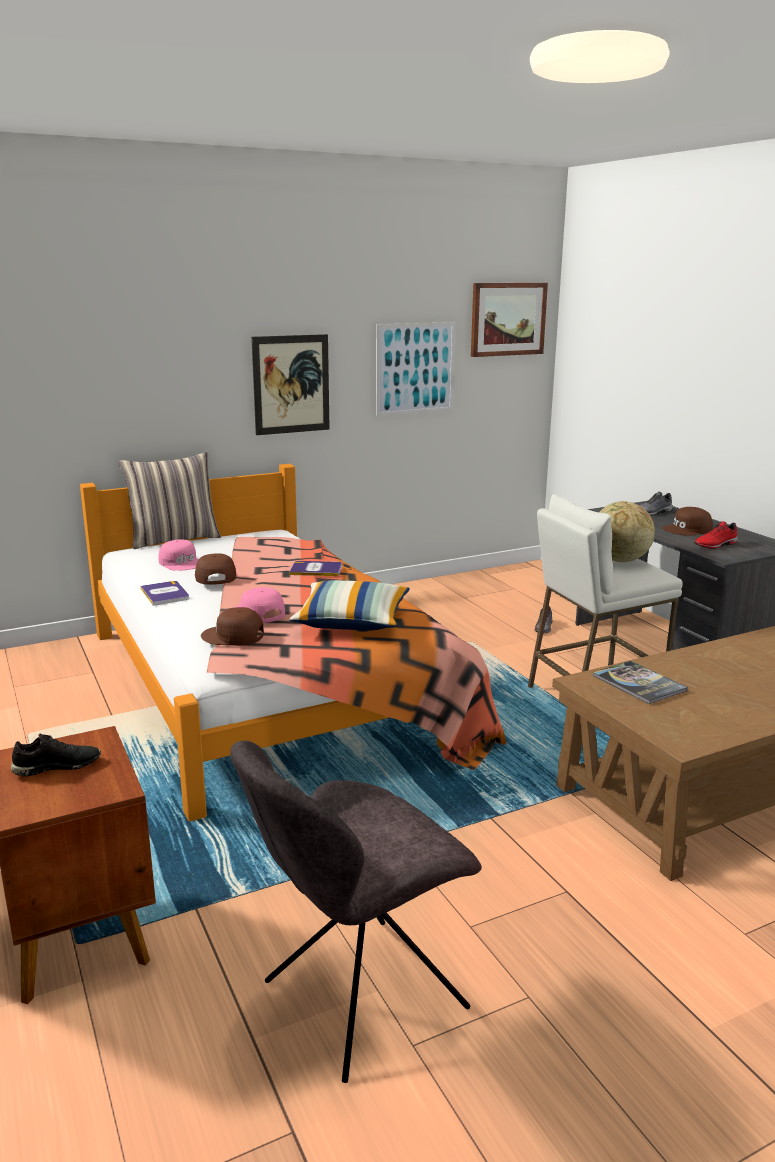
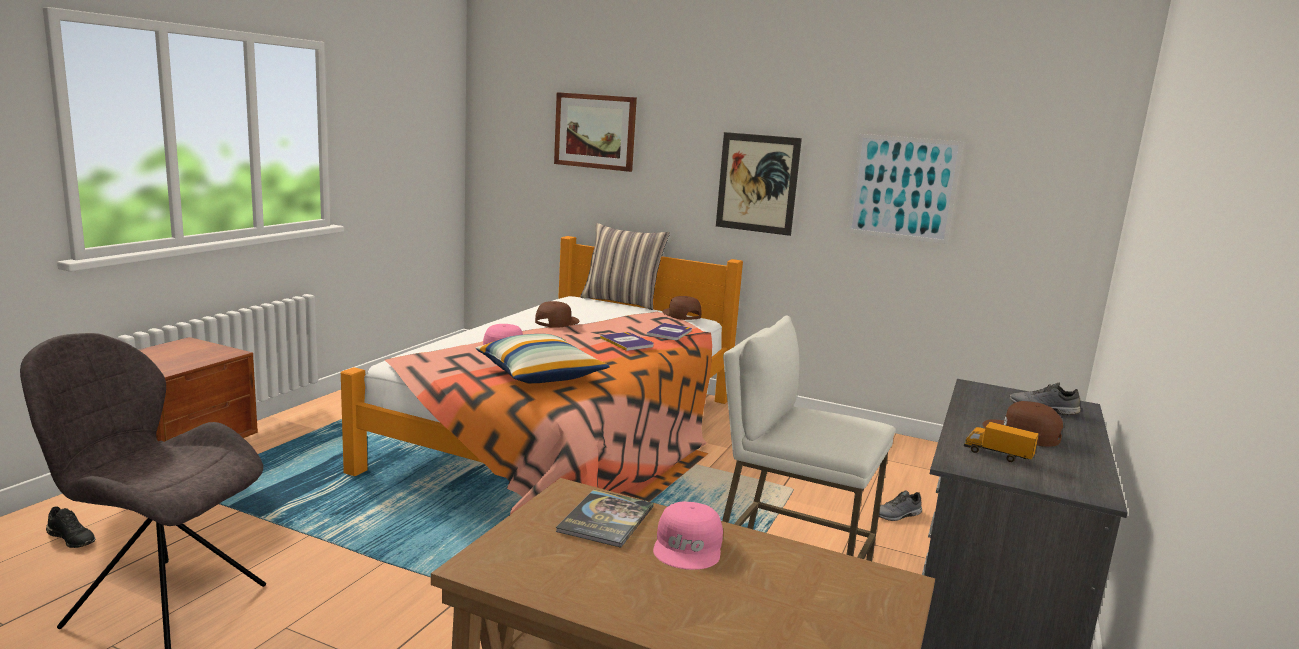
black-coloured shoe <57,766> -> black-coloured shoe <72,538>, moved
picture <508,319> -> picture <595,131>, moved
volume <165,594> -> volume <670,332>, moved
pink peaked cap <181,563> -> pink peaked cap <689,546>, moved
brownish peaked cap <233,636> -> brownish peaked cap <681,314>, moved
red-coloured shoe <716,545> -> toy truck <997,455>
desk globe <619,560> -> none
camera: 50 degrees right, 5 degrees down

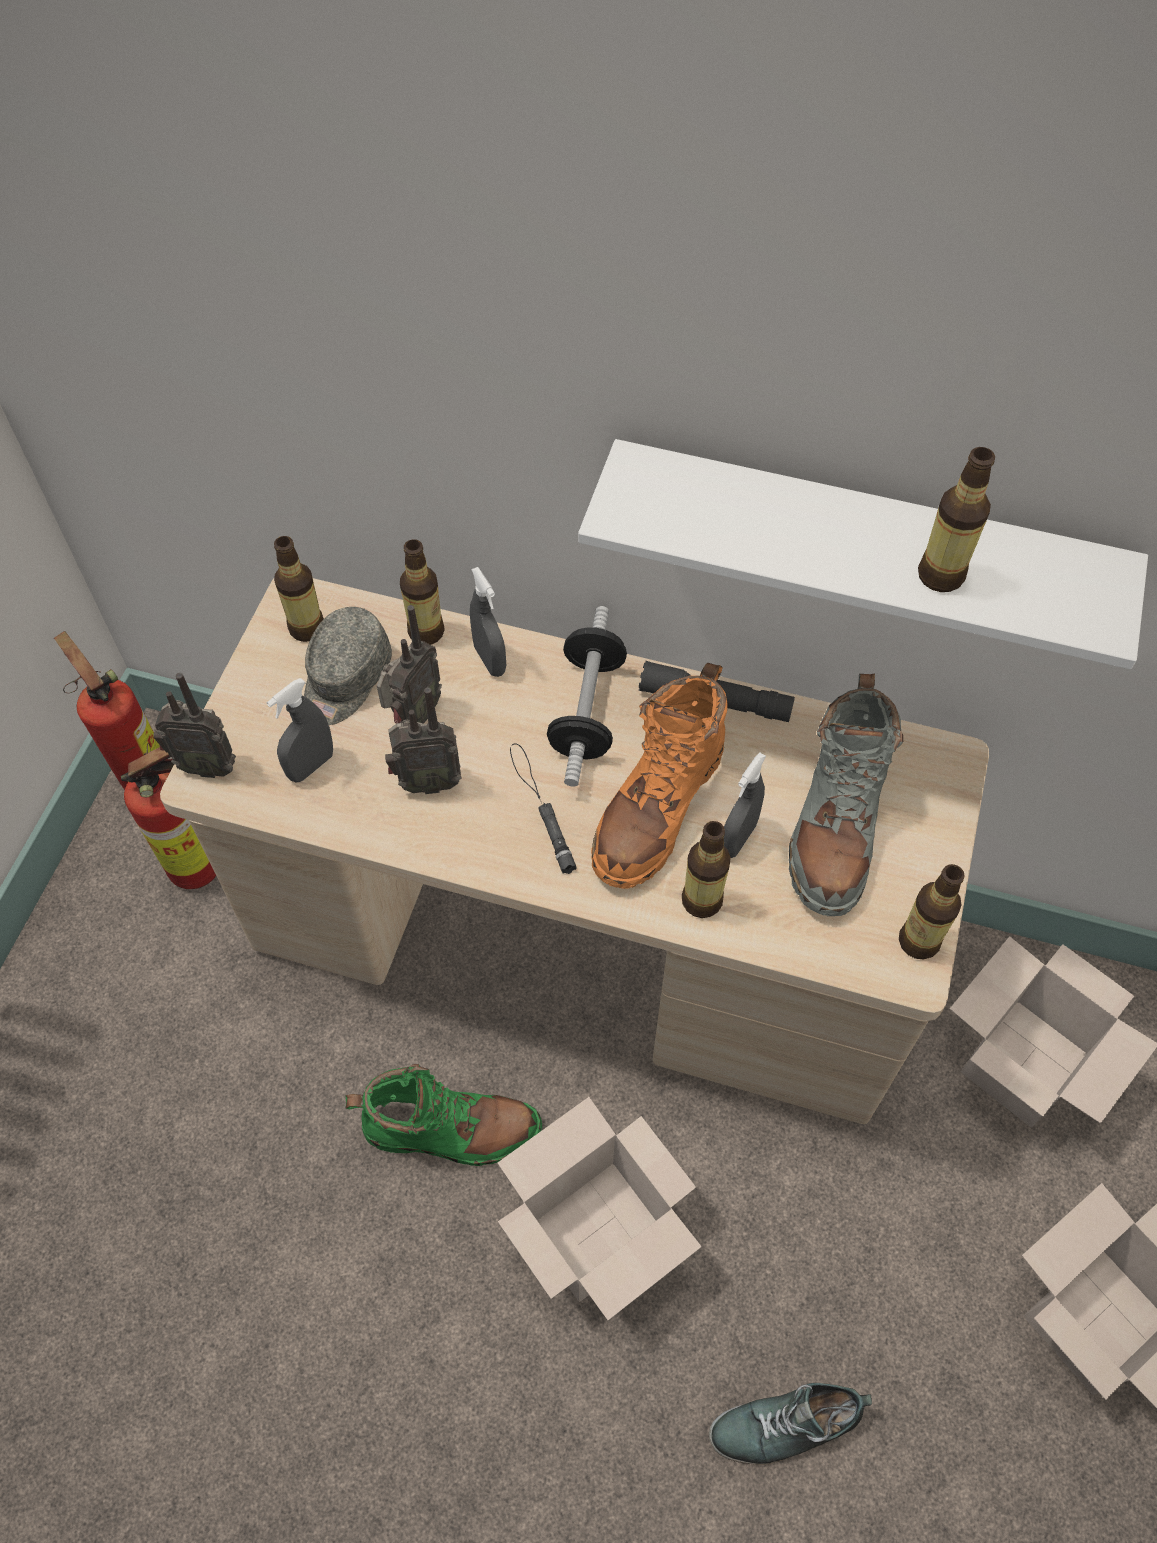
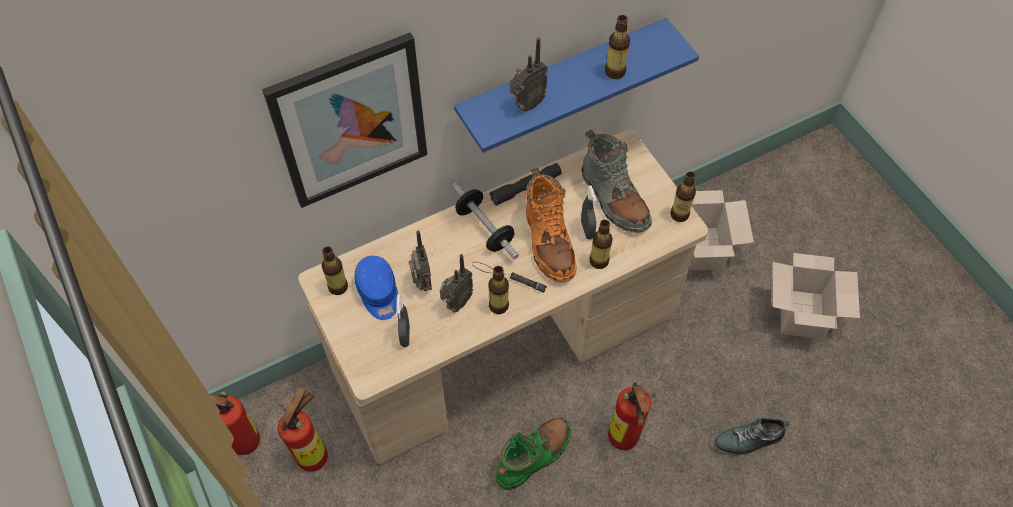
none -> picture <350,122>
gray peaked cap <345,679> -> bluish peaked cap <378,293>
white shelf <860,545> -> bluish shelf <561,83>
drink bottle <426,631> -> drink bottle <498,305>, moved
radio receiver <207,764> -> radio receiver <526,105>, moved
cardboard box <595,1234> -> fire-fighting cylinder <623,441>
shoe <786,1426> -> shoe <748,440>, 45 degrees clockwise
gray sprayer <490,660> -> none
camera: 45 degrees left, 0 degrees up

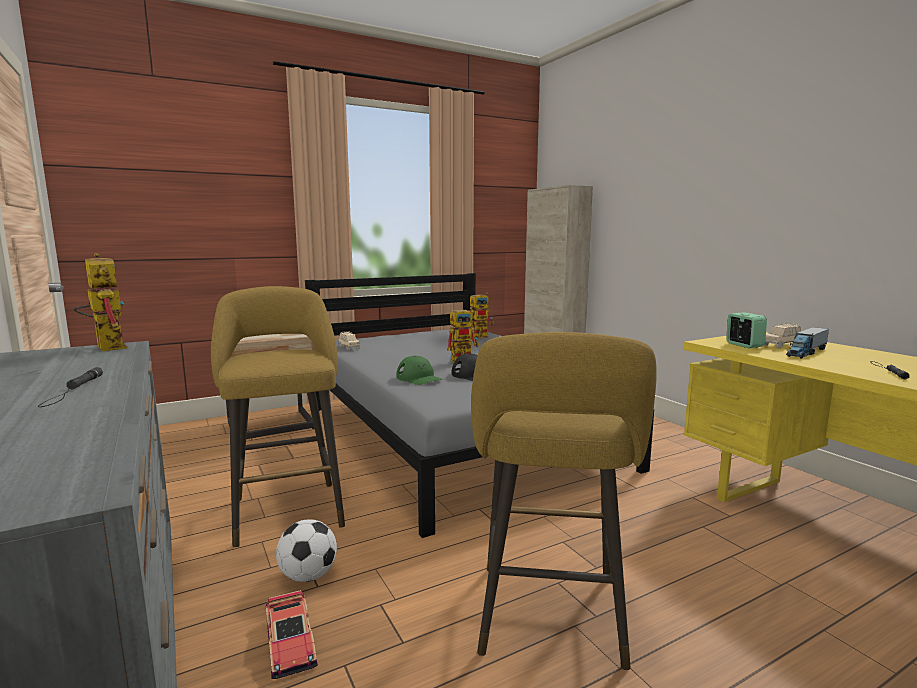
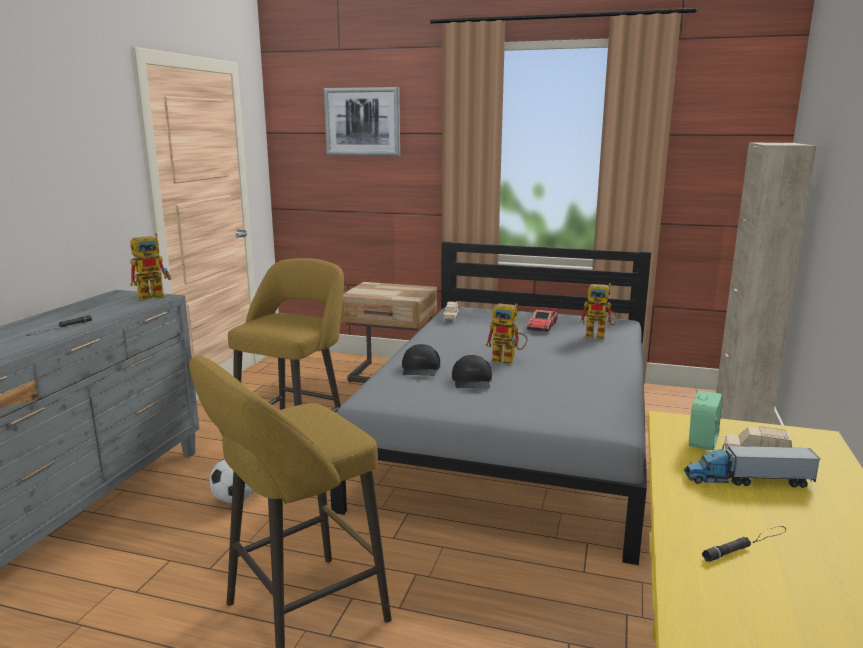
robot figure <106,346> -> robot figure <156,296>, 45 degrees clockwise
none -> picture <362,121>
green peaked cap <419,378> -> black-coloured peaked cap <420,368>
model car <290,643> -> model car <542,326>, moved
camera: 45 degrees right, 5 degrees up

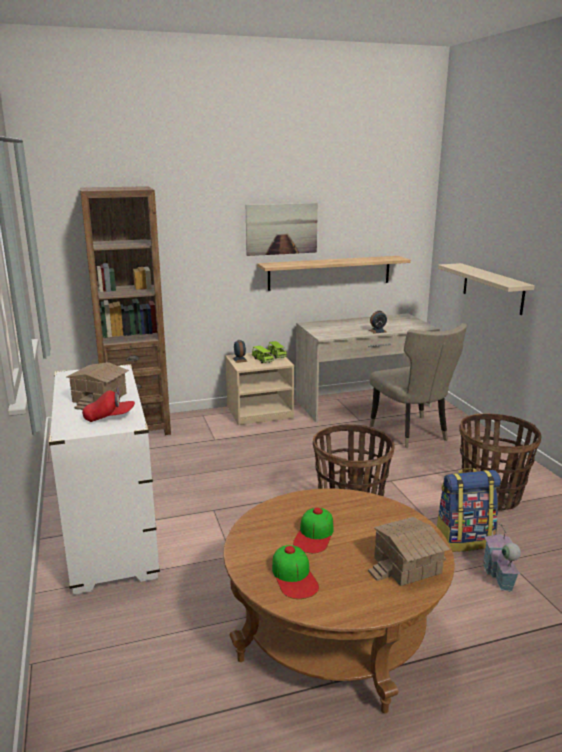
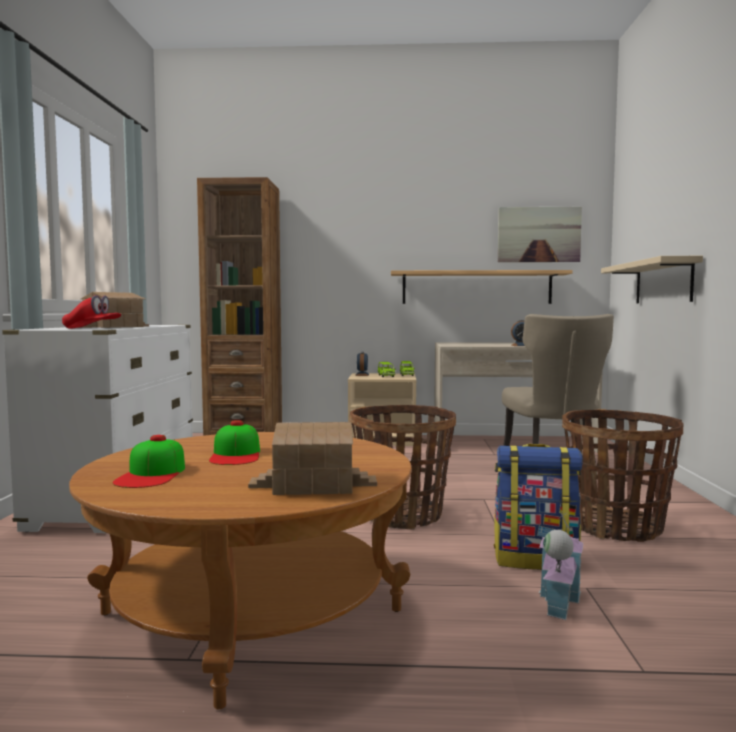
peaked cap <314,535> -> peaked cap <236,454>, 45 degrees counterclockwise
picture <281,229> -> picture <539,234>, moved
camera: 20 degrees right, 15 degrees down

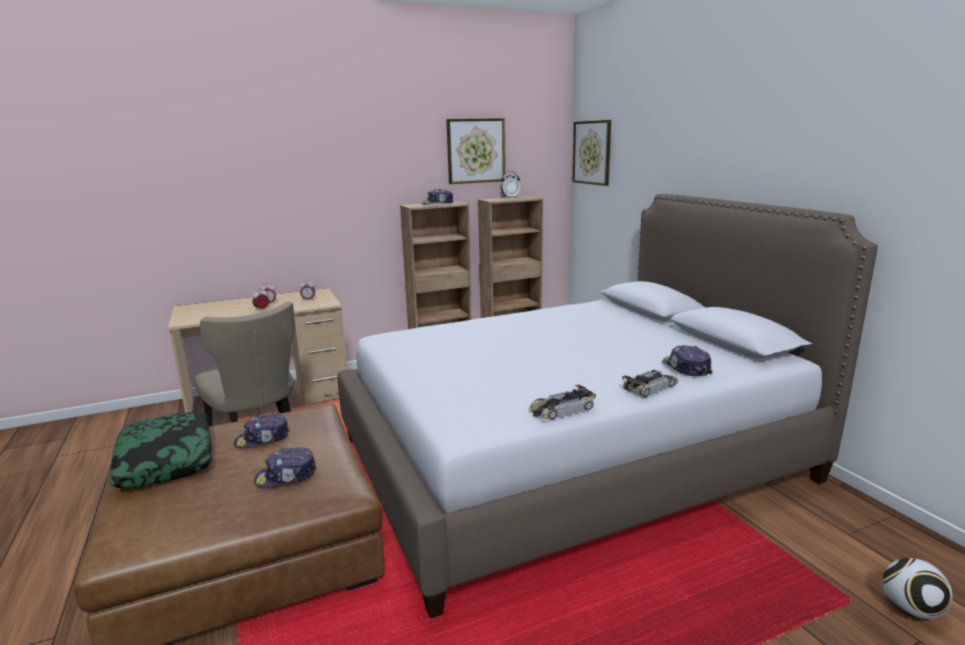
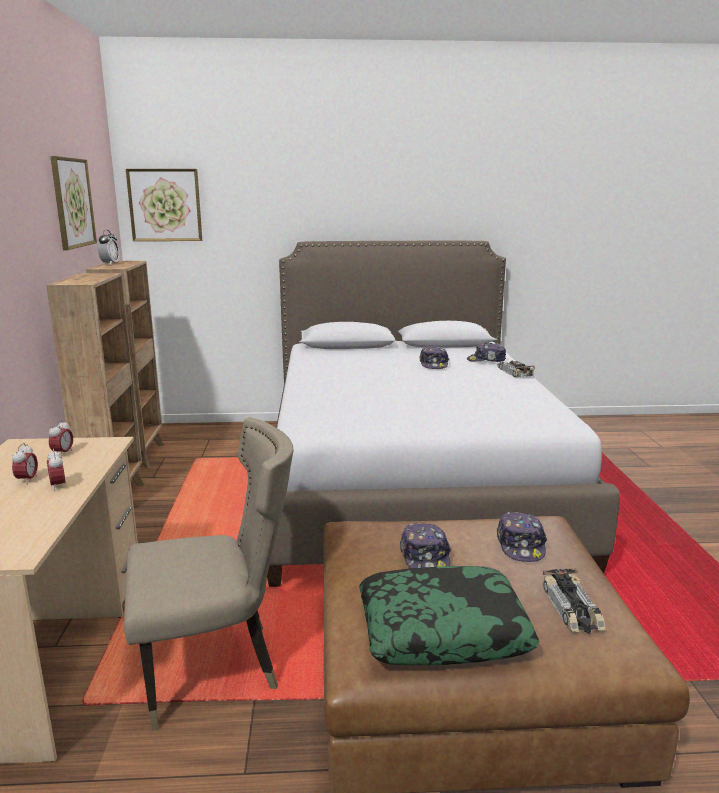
peaked cap <437,204> -> peaked cap <434,364>, moved
model car <561,410> -> model car <572,608>, moved
ball for football <911,610> -> none
camera: 70 degrees left, 0 degrees up

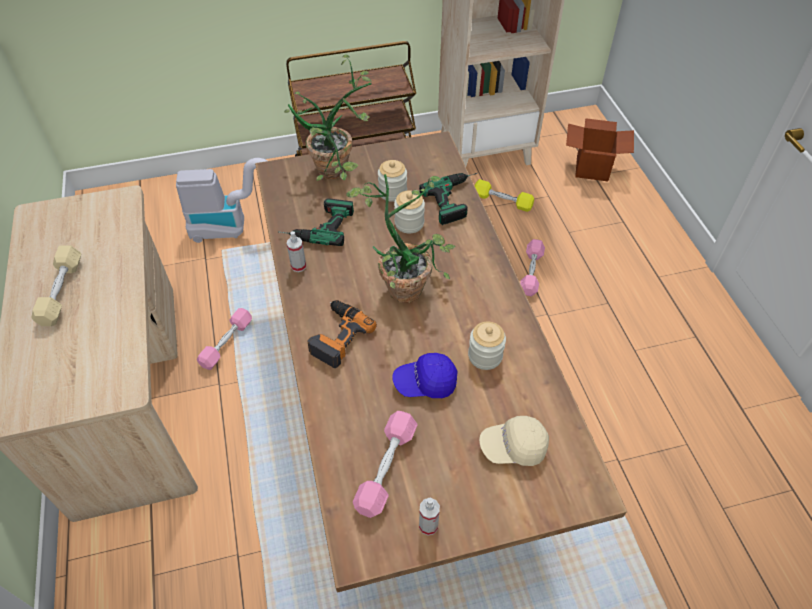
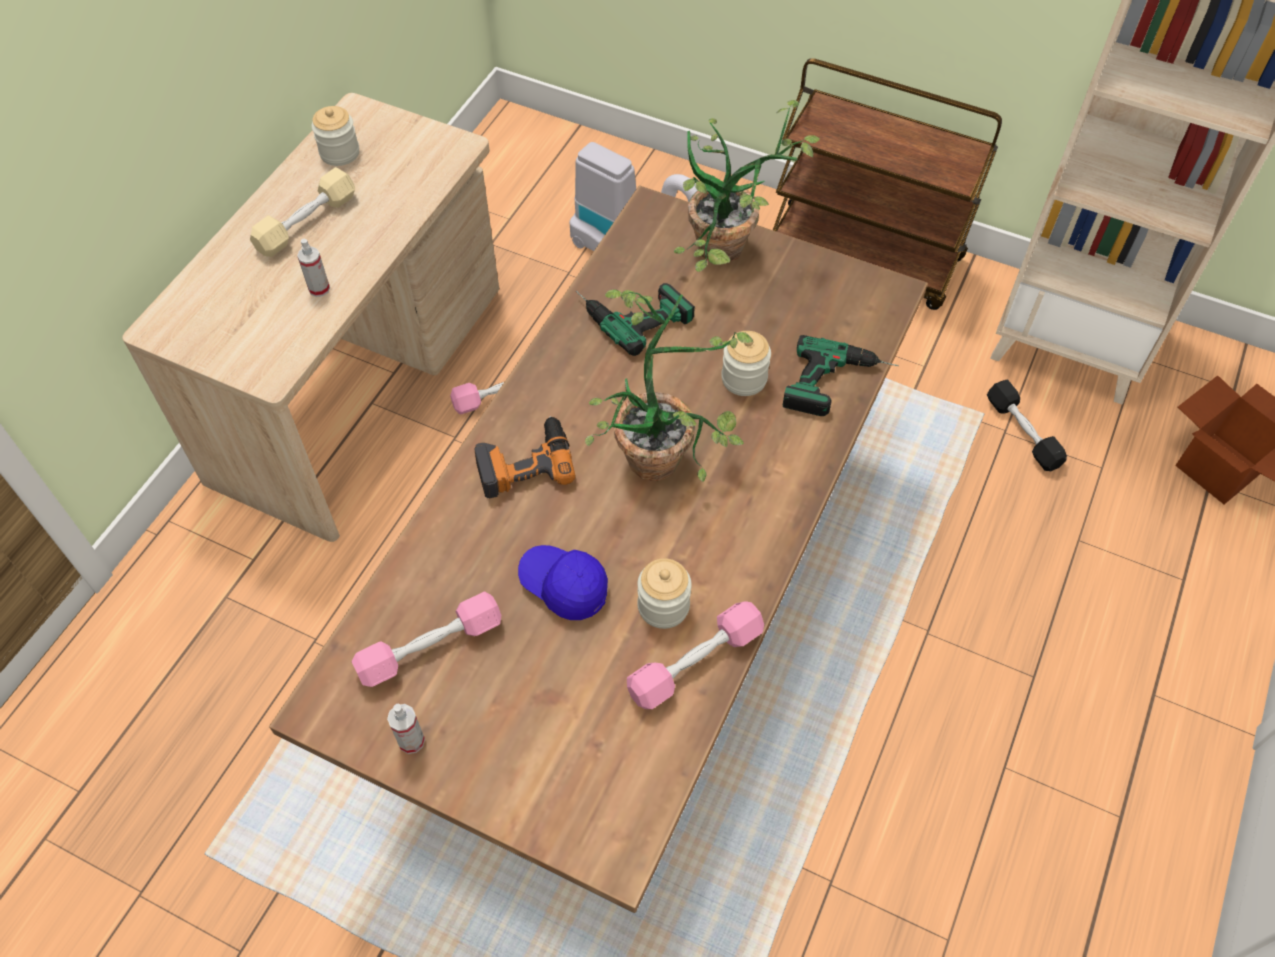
sprayer <298,266> -> sprayer <319,289>, moved
preserve jar <392,192> -> preserve jar <340,153>, moved
pink dumbbell <531,272> -> pink dumbbell <695,662>, moved
yellow-coloured dumbbell <502,201> -> black-coloured dumbbell <1022,432>
beige-coloured peaked cap <513,447> -> none
camera: 40 degrees right, 5 degrees up

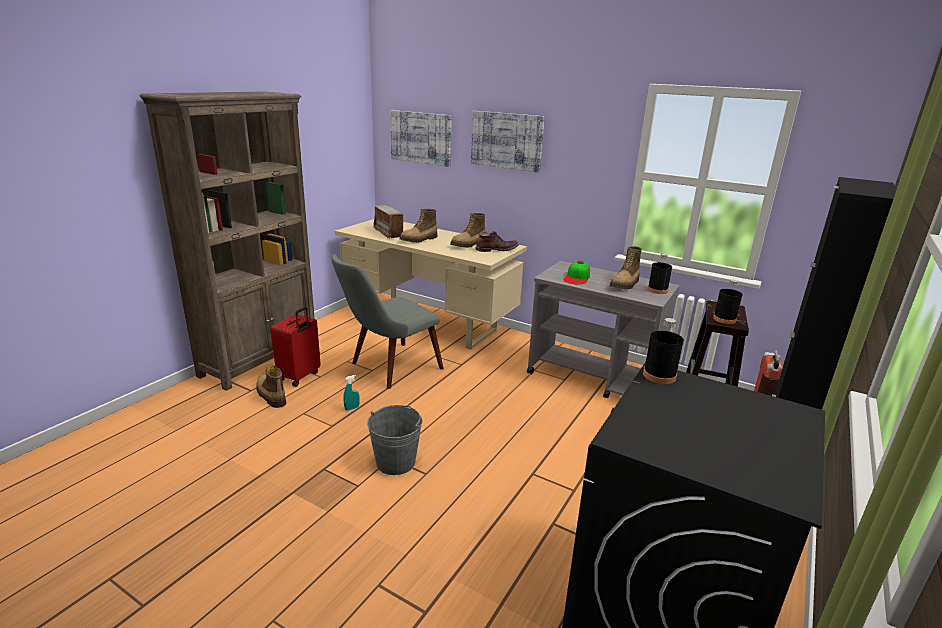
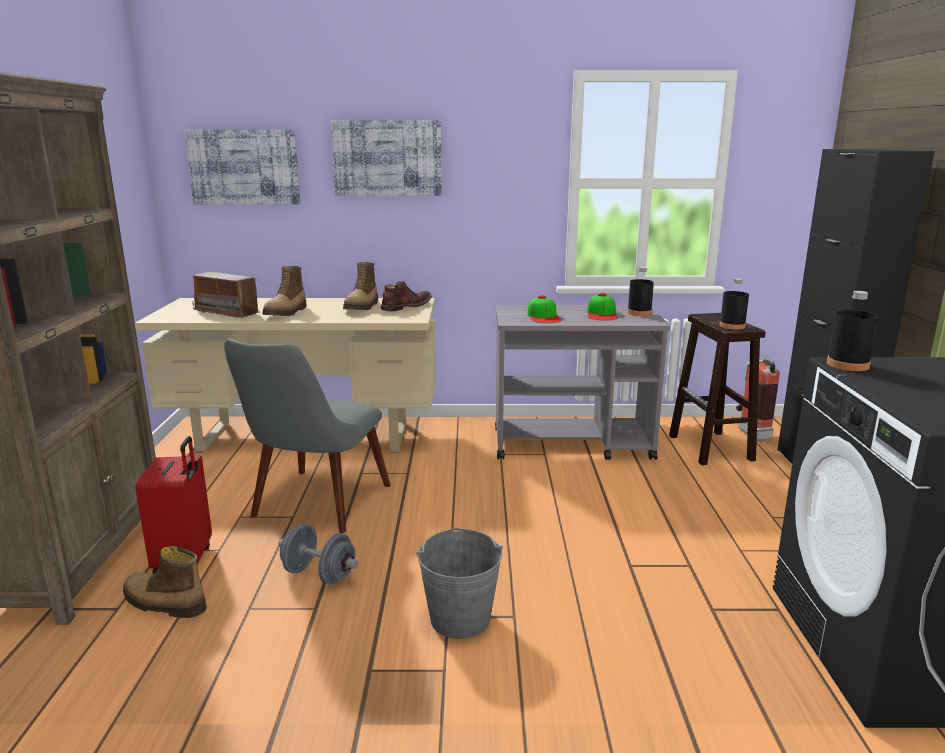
blue-green sprayer <352,408> -> gray dumbbell <319,574>
boot <625,285> -> peaked cap <602,314>
camera: 30 degrees left, 5 degrees down

